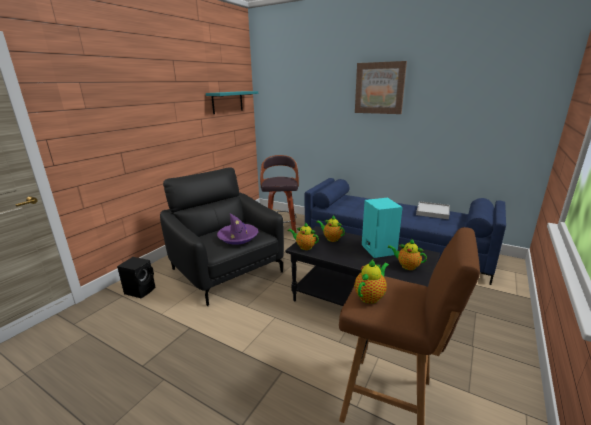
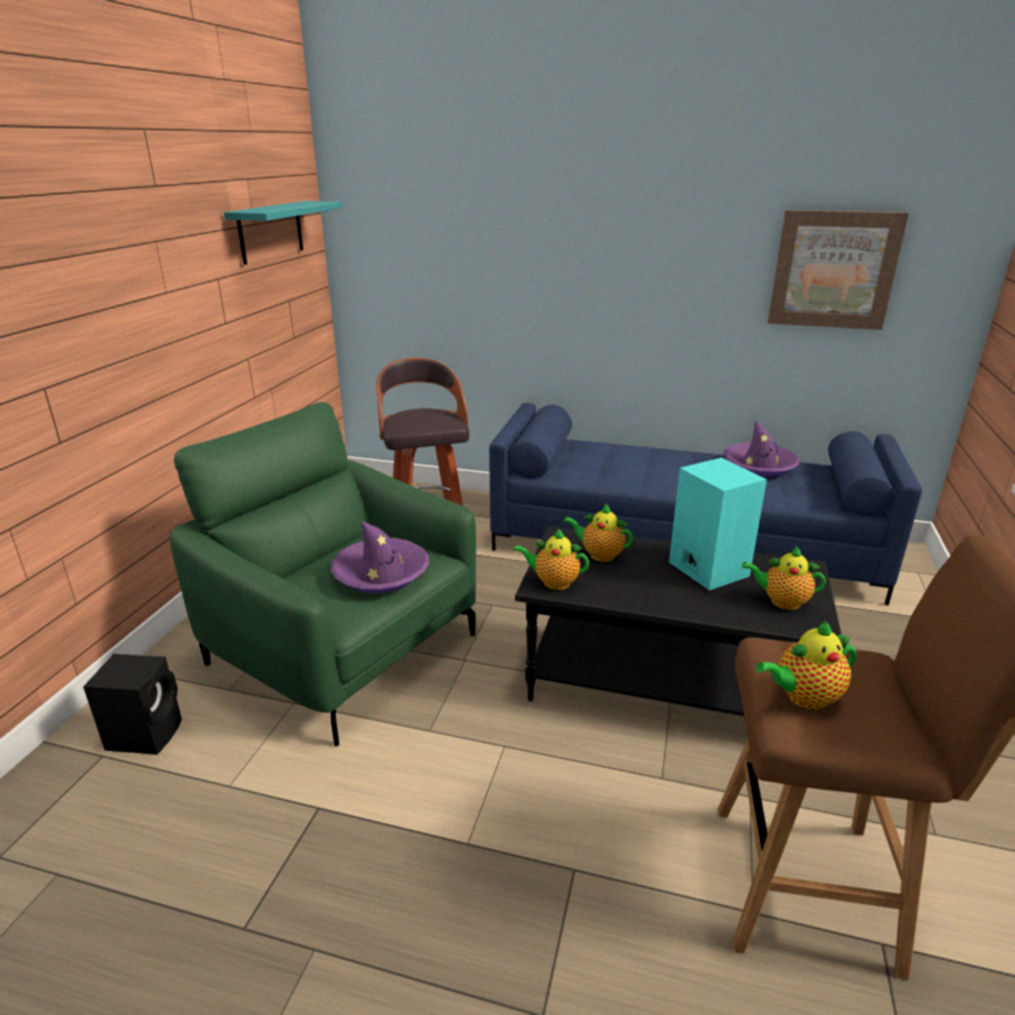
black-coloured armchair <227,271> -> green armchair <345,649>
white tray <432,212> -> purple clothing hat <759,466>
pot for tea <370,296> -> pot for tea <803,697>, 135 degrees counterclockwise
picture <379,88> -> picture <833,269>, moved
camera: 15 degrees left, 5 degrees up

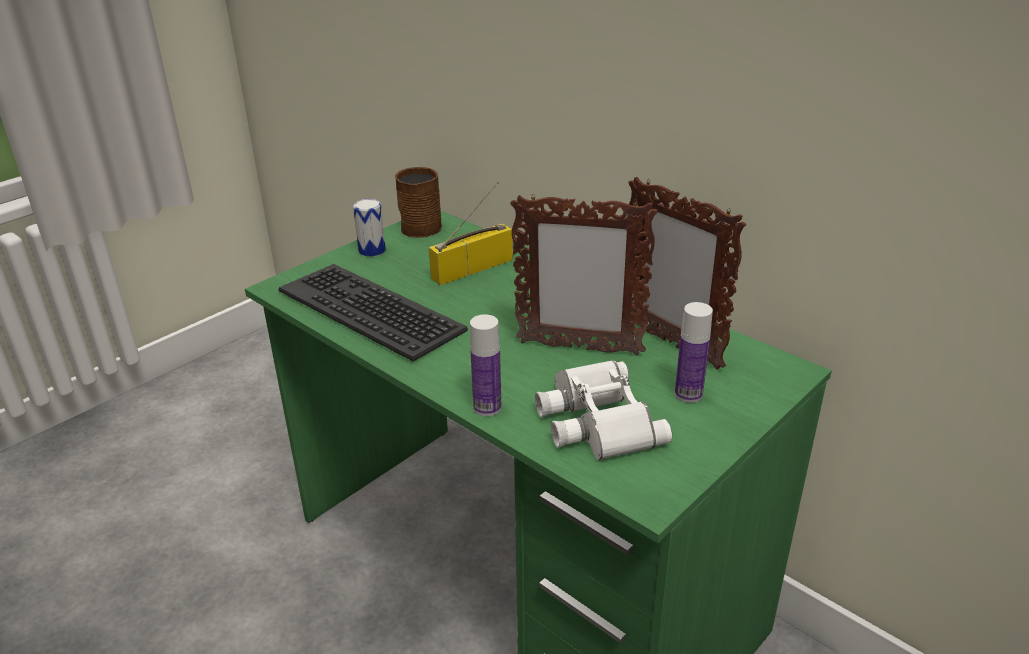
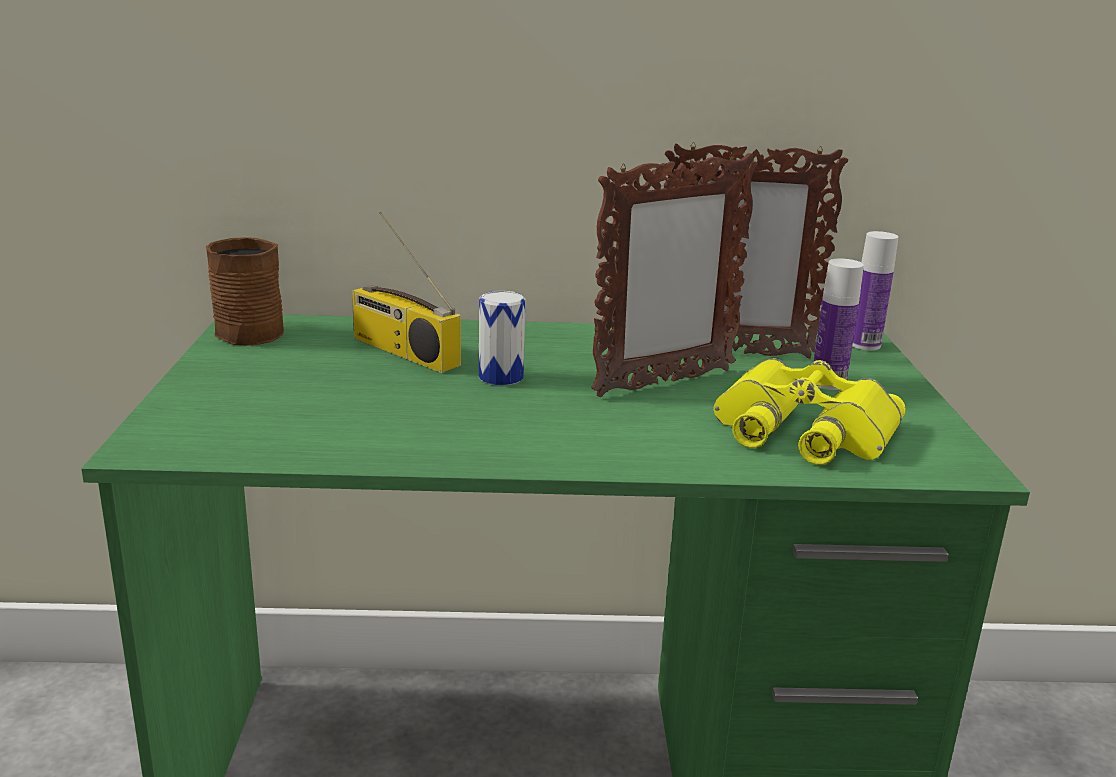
radio receiver <473,268> -> radio receiver <402,351>, 60 degrees counterclockwise
sealed can <372,250> -> sealed can <501,377>, moved
white field glasses <595,420> -> yellow-coloured field glasses <800,431>
drink bottle <487,407> -> drink bottle <864,345>, moved
keyboard <371,310> -> none
camera: 45 degrees left, 10 degrees down

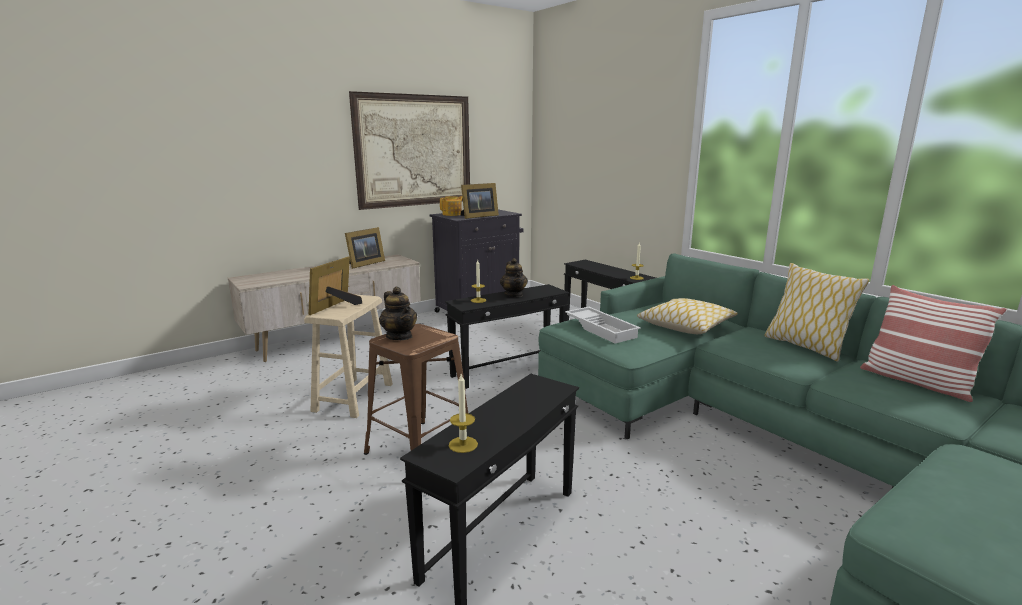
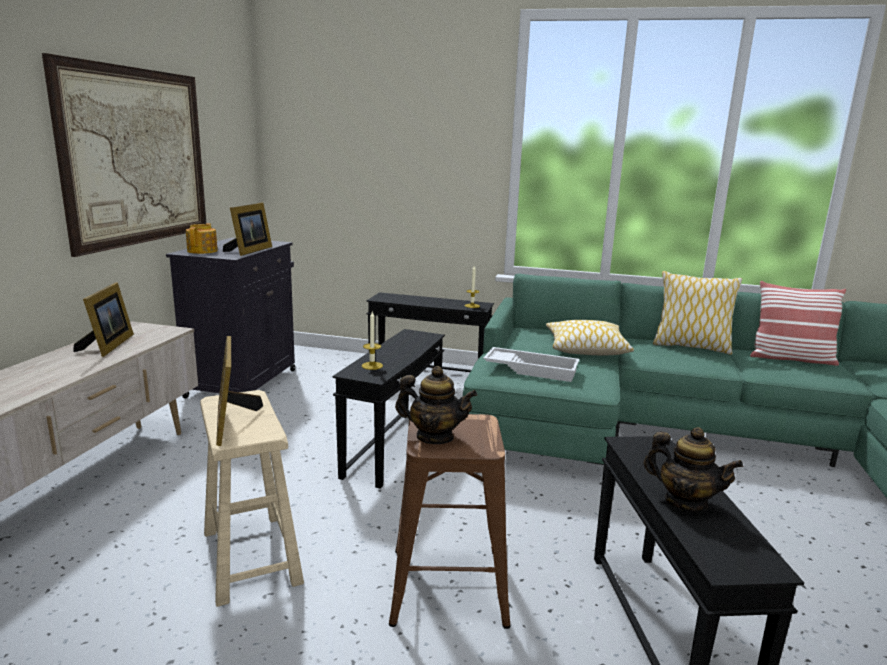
pot for tea <514,295> -> pot for tea <685,502>, moved
wax light <463,444> -> none
camera: 40 degrees left, 0 degrees up

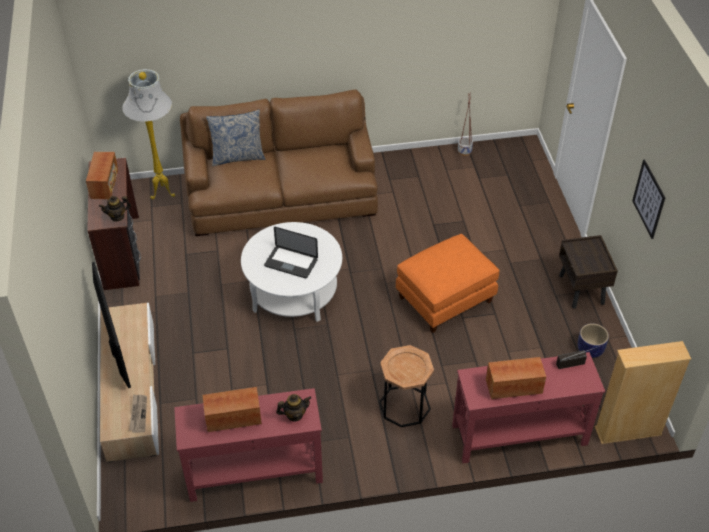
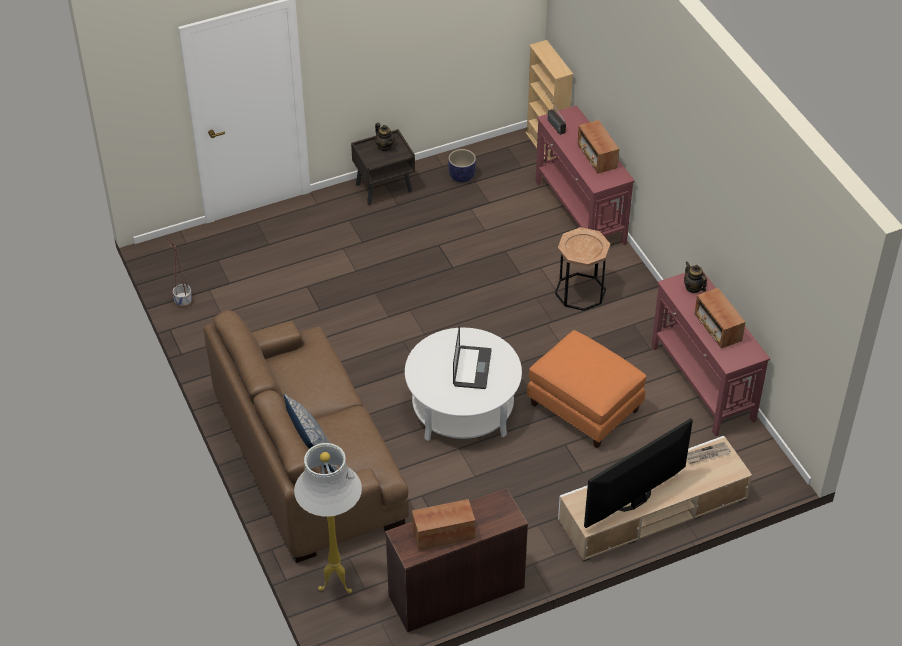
pot for tea <117,216> -> pot for tea <385,146>, moved
orange-coloured ottoman <445,300> -> orange-coloured ottoman <585,407>, moved
picture <648,199> -> none
camera: 105 degrees left, 0 degrees up

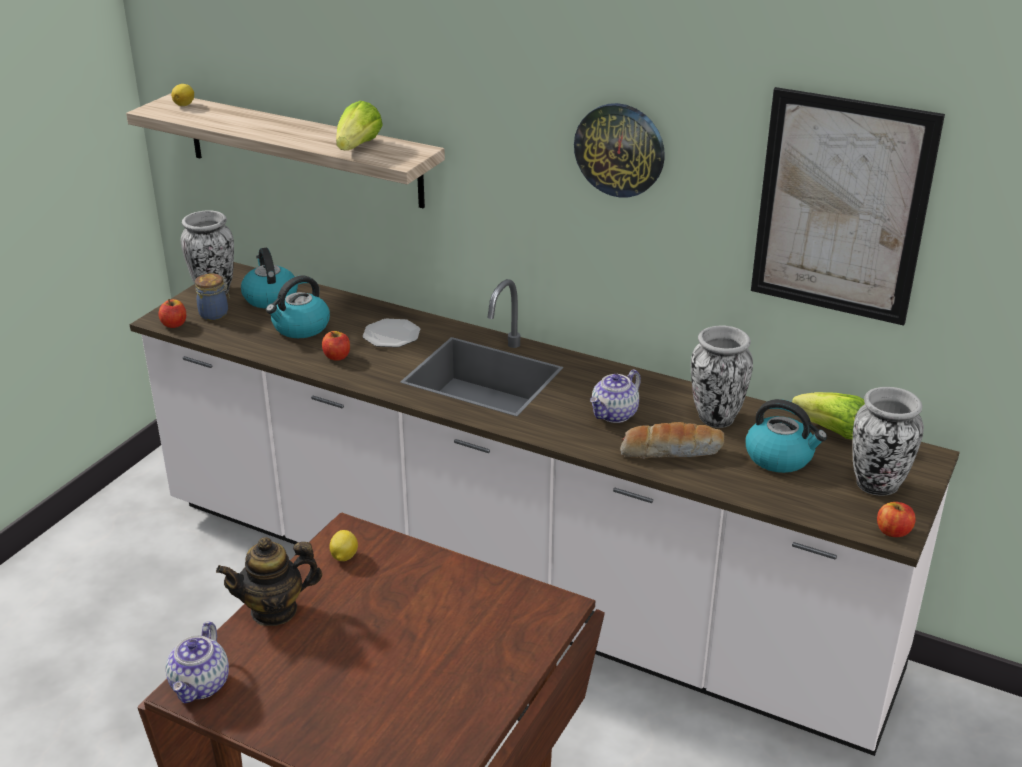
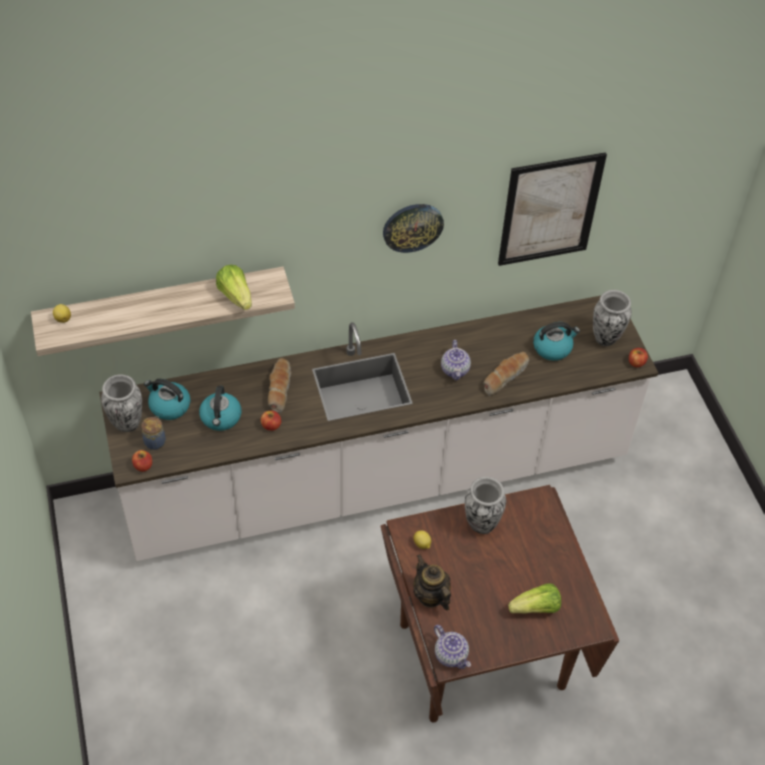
dinner plate <391,335> -> bread <279,389>
pot for tea <274,610> -> pot for tea <430,596>, 120 degrees clockwise
decorative vase <715,418> -> decorative vase <481,524>, moved
lettuce head <831,432> -> lettuce head <536,608>, moved
camera: 45 degrees left, 20 degrees up

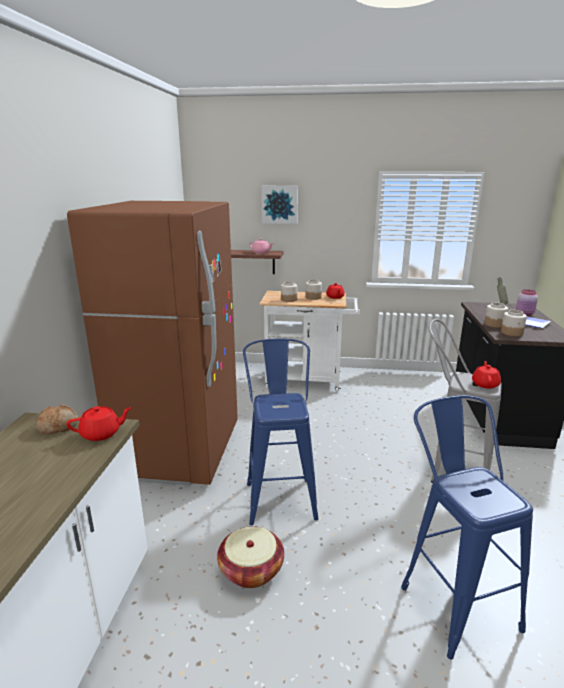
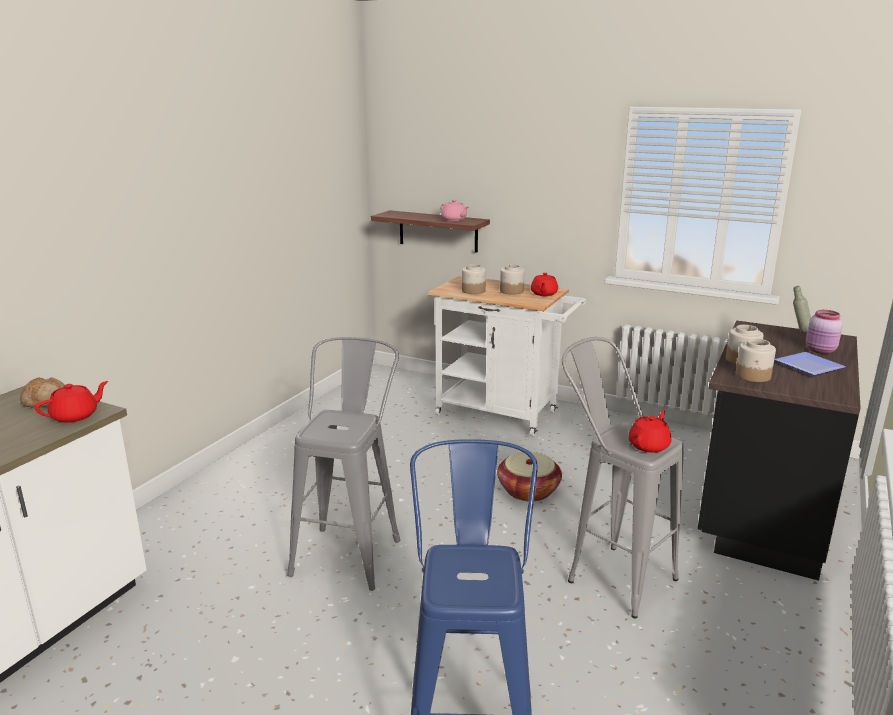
red-coloured pot for tea <101,434> -> red-coloured pot for tea <76,416>, 45 degrees counterclockwise
bluish sitting stool <280,494> -> gray sitting stool <351,550>
basket <251,570> -> basket <528,490>, moved
brownish fridge <180,450> -> none
picture <280,204> -> none
camera: 20 degrees right, 0 degrees up

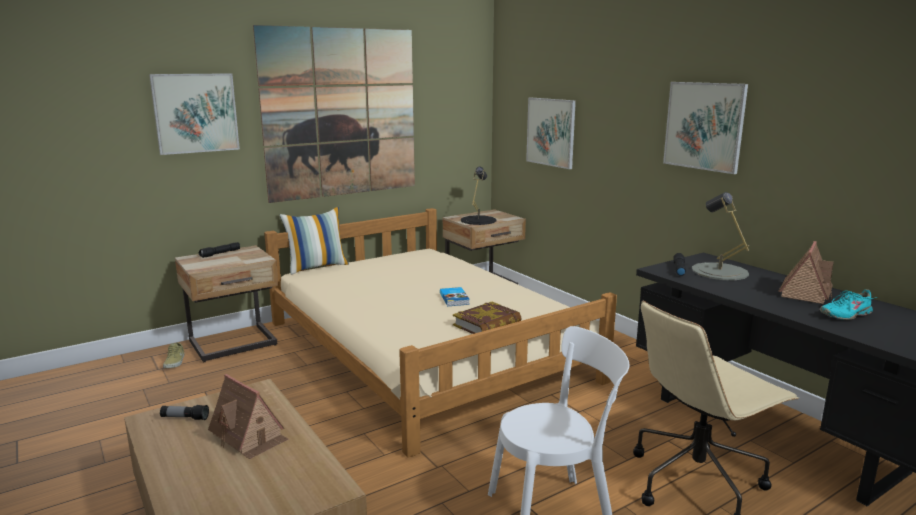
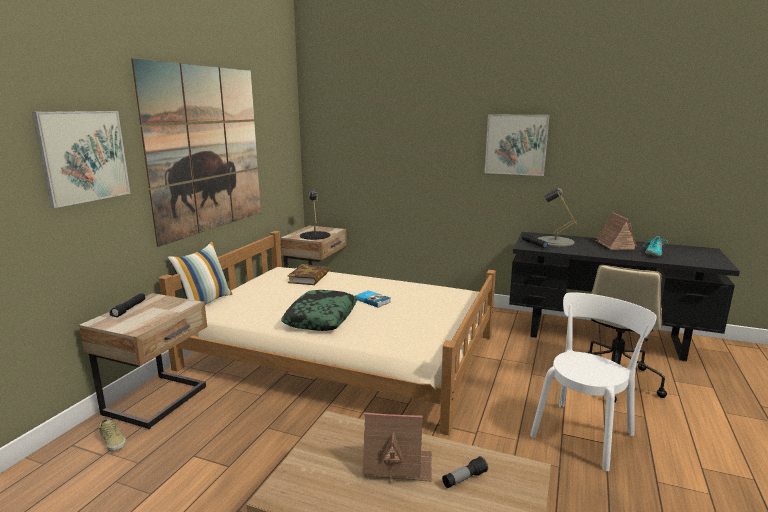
none -> pillow <321,318>
volume <487,324> -> volume <309,278>, moved
hand torch <185,418> -> hand torch <464,479>, moved
picture <551,132> -> none
camera: 35 degrees left, 0 degrees up

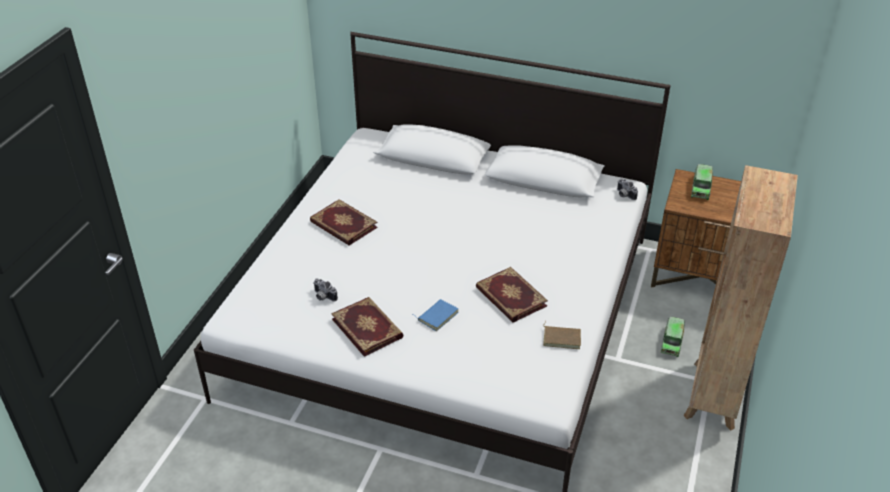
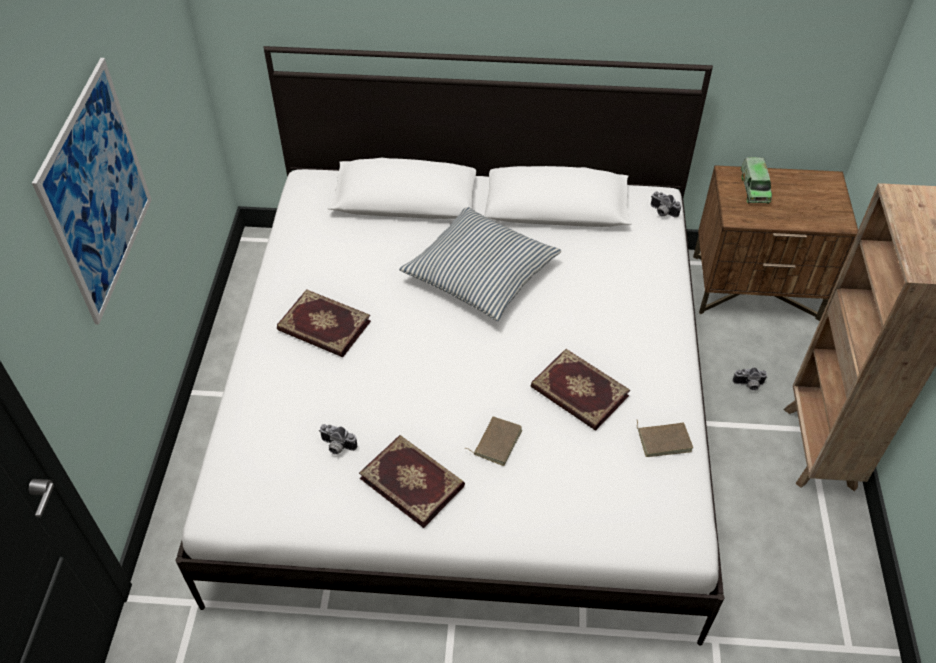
none -> picture <97,192>
none -> pillow <480,273>
bluish volume <437,316> -> brownish volume <496,441>
toy truck <672,342> -> photo camera <748,385>
camera: 15 degrees left, 10 degrees up

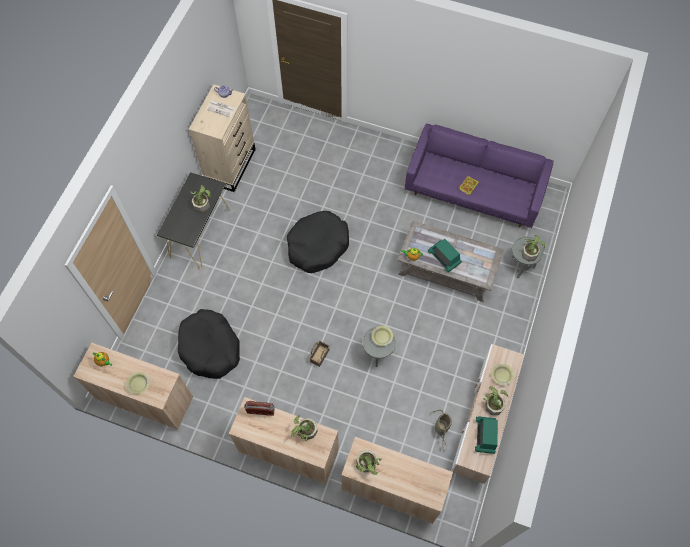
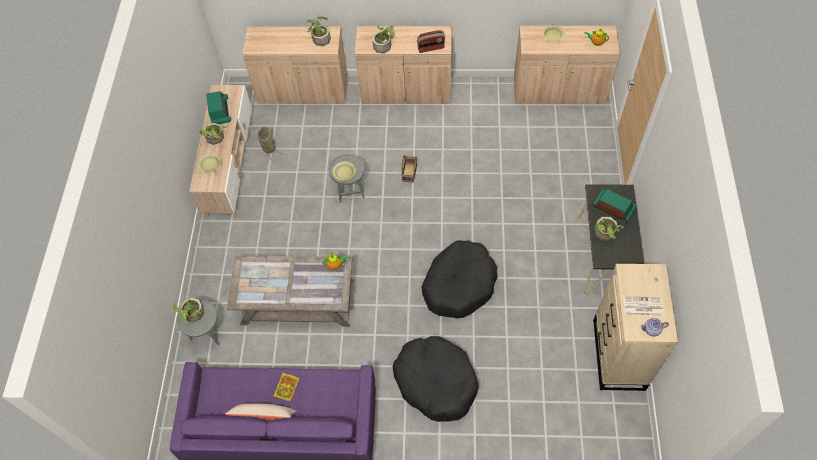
none -> beige-coloured pillow <264,417>
black-coloured pet bed <210,348> -> black-coloured pet bed <436,382>, moved
radio receiver <444,257> -> radio receiver <613,209>, moved
camera: 165 degrees right, 5 degrees down

